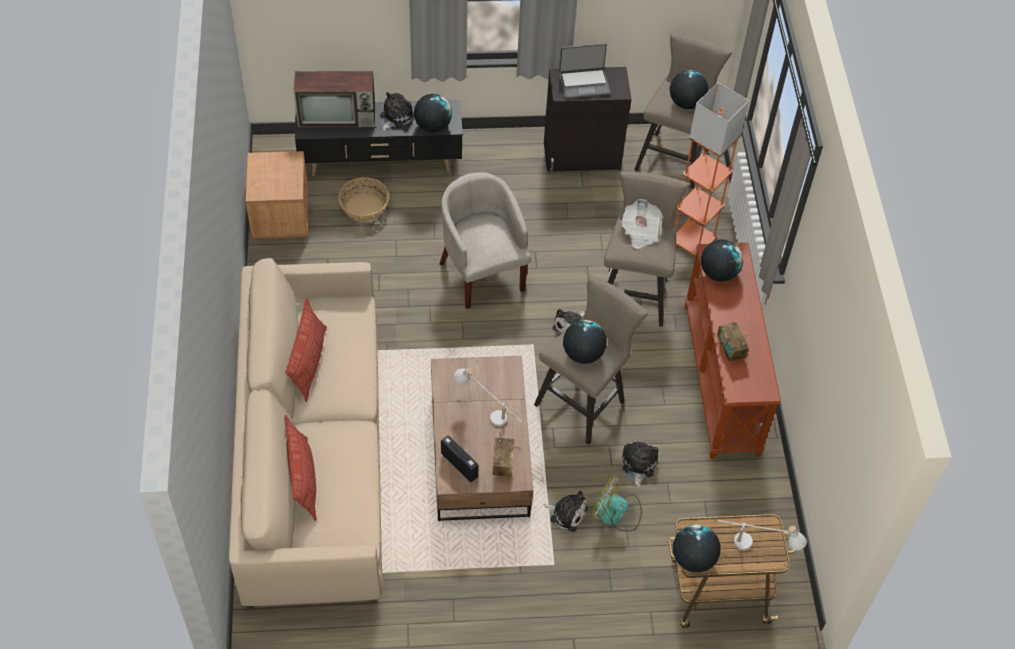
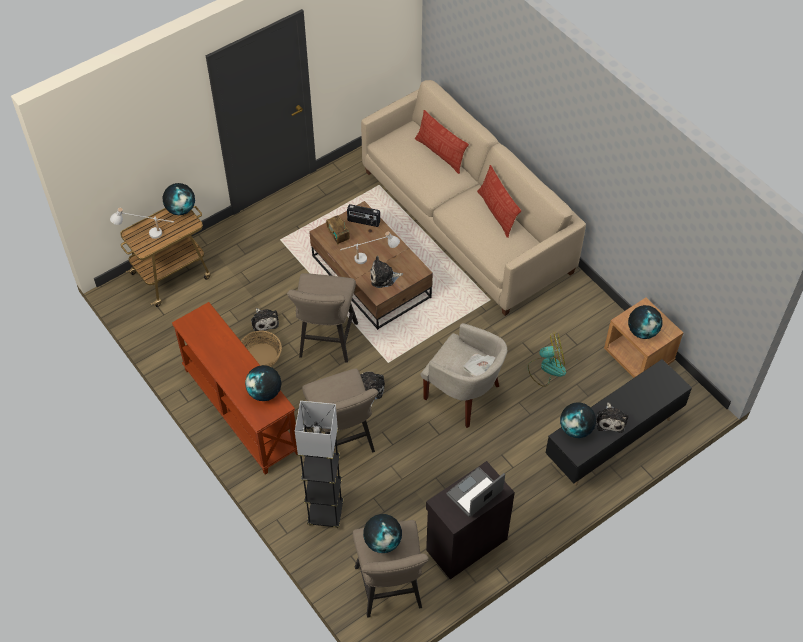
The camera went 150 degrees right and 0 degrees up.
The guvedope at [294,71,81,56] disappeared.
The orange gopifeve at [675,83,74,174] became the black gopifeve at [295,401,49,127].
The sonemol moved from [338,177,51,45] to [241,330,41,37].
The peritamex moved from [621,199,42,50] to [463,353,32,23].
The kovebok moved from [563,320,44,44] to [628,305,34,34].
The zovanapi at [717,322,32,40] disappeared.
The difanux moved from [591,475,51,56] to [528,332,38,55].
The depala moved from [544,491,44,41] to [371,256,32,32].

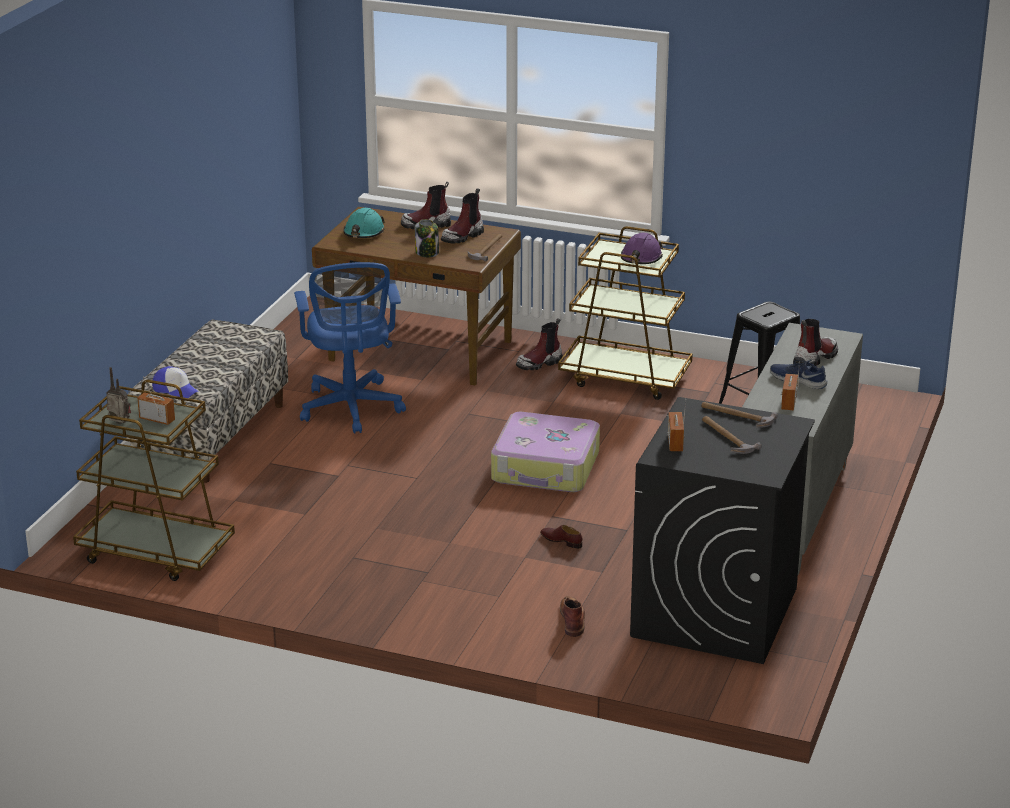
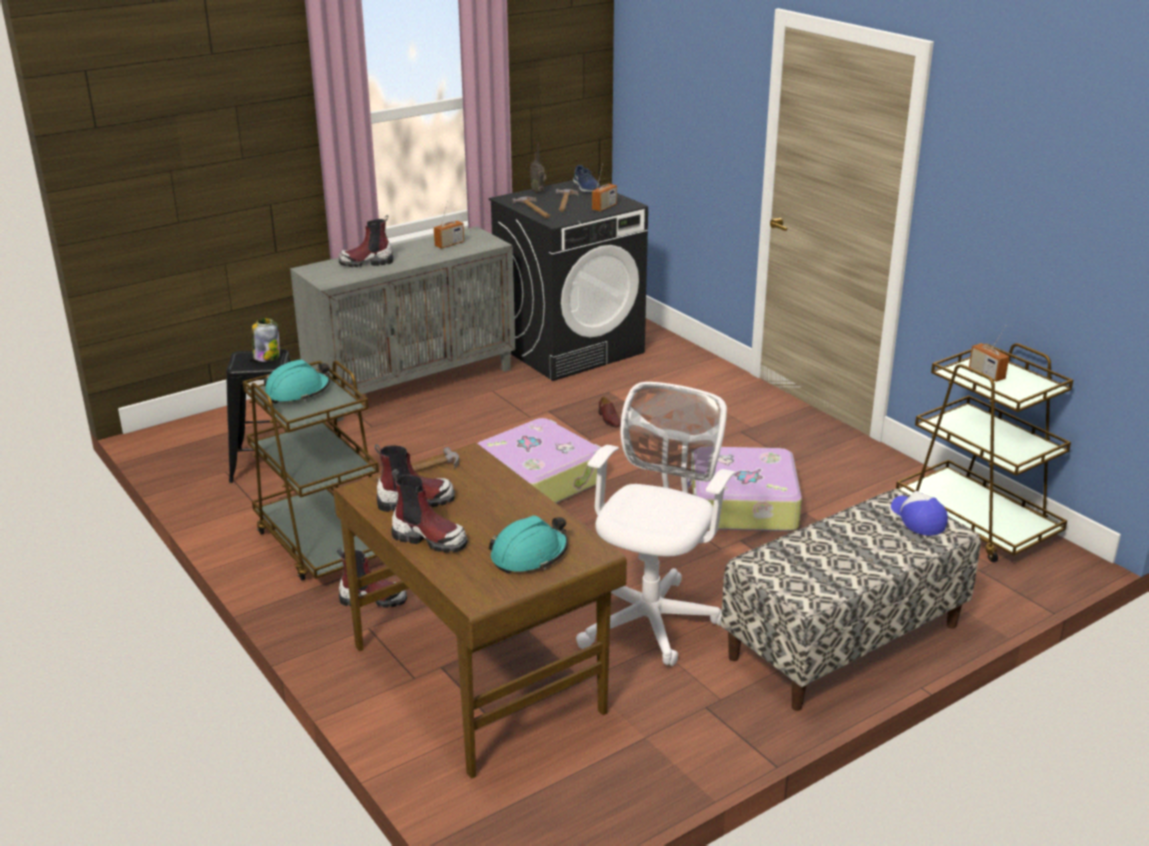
The camera went 145 degrees left and 0 degrees up.
The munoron moved from [415,219,24,39] to [252,318,28,44].
The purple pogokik at [621,232,42,32] became the turquoise pogokik at [264,359,66,44].
The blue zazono at [294,262,112,171] became the white zazono at [576,382,159,284].
The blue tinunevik moved from [770,359,57,30] to [573,165,28,28].
The zovanapi moved from [106,367,25,57] to [530,145,16,48].
The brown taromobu at [560,596,25,41] disappeared.
The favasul at [687,447,115,84] appeared.

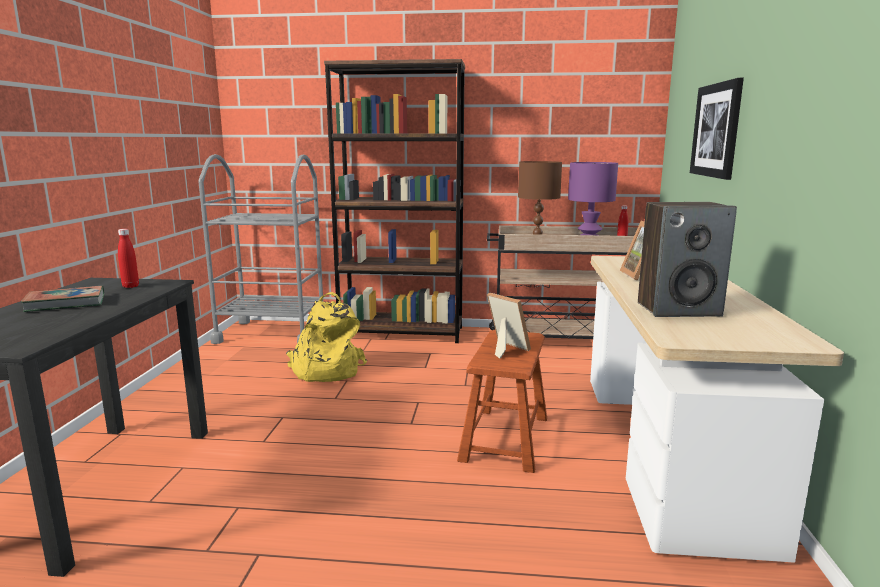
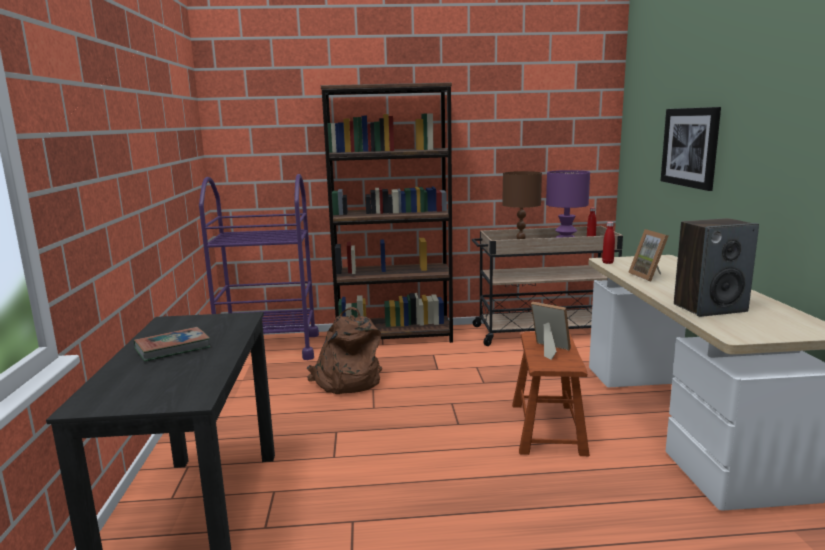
The camera went 10 degrees left and 0 degrees up.
The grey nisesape at [198,154,125,190] became the purple nisesape at [199,174,120,186].
The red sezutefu moved from [118,229,21,59] to [602,222,13,42].
The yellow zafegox at [286,292,81,90] became the brown zafegox at [307,307,75,87].

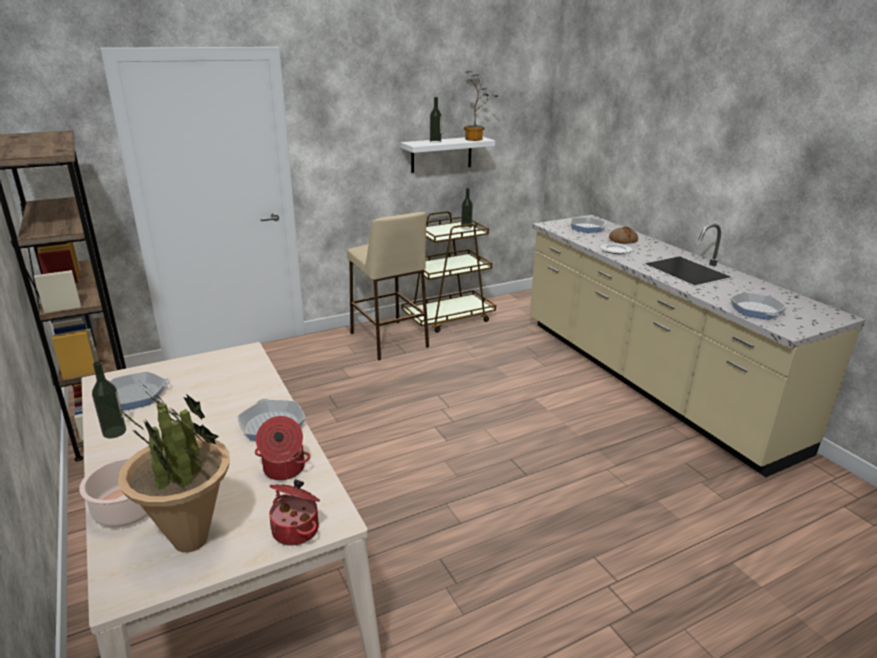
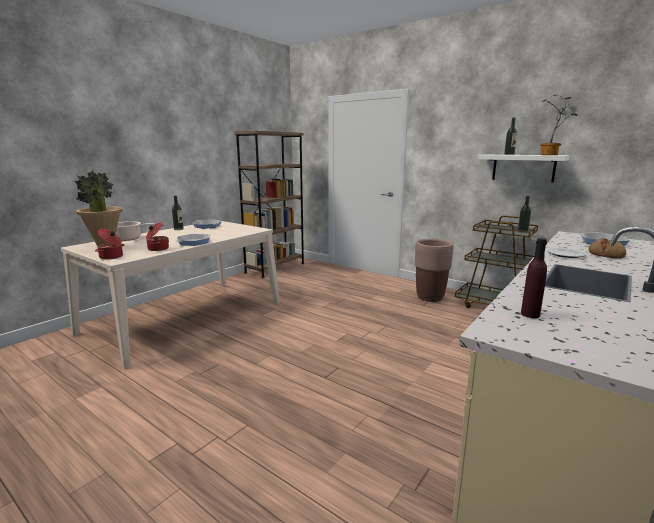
The camera went 65 degrees right and 10 degrees down.
The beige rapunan at [347,212,82,148] was replaced by the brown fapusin at [415,239,38,63].
The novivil at [730,292,58,28] was replaced by the purple sezutefu at [521,238,26,80].

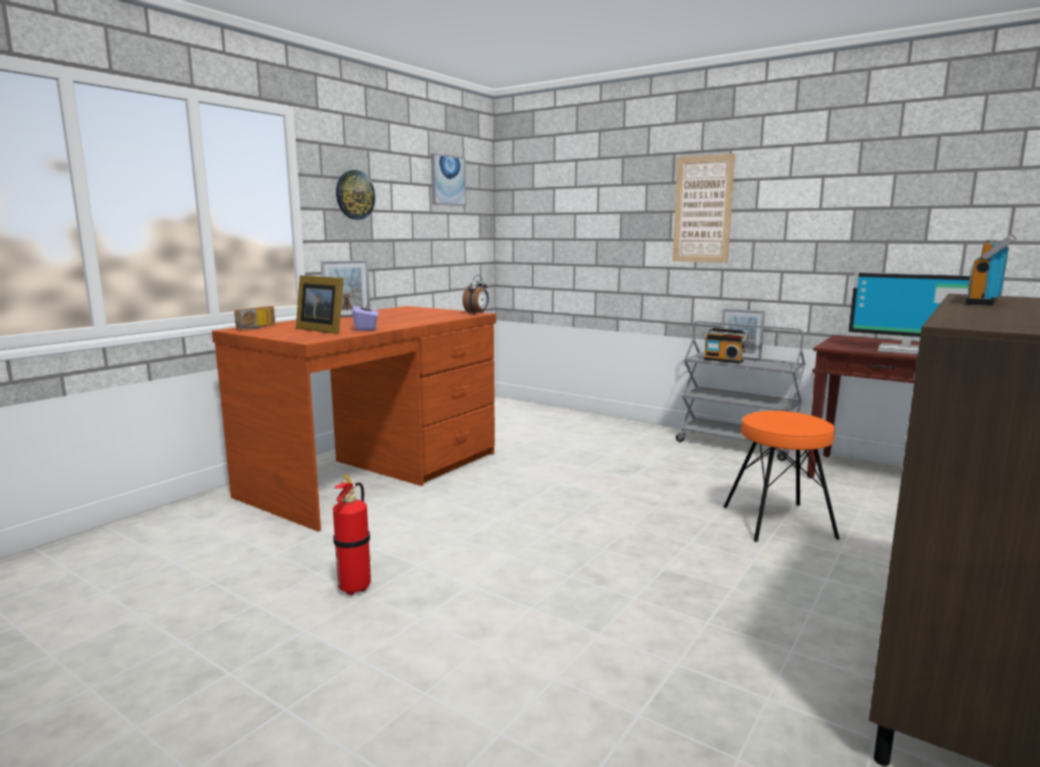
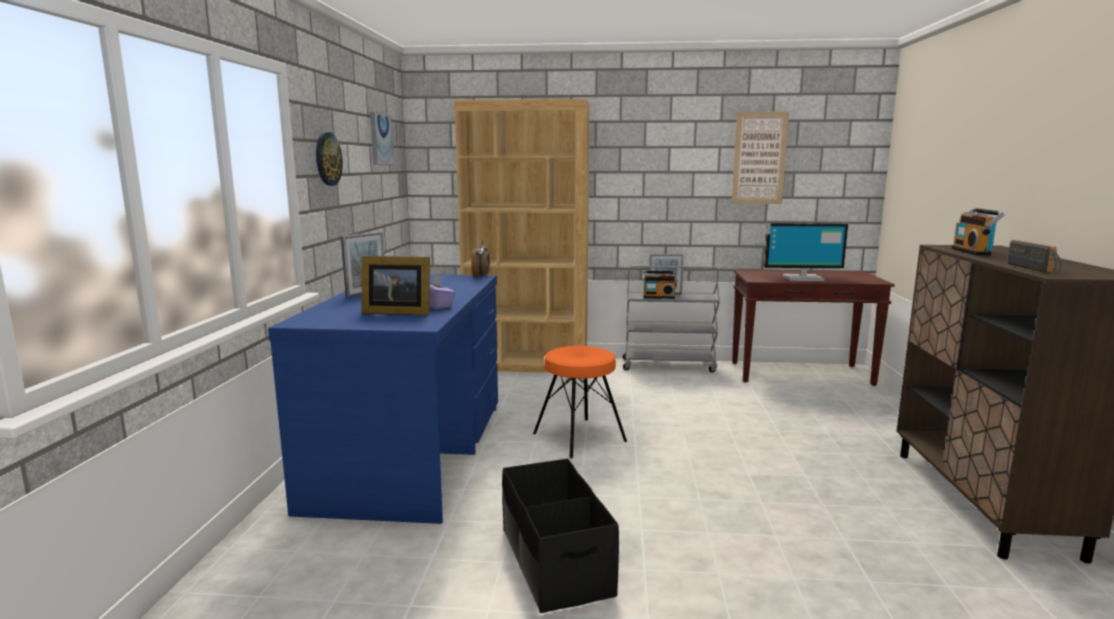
The camera went 30 degrees left and 0 degrees up.
The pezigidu moved from [672,154,63,109] to [731,111,58,93].
The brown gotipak at [212,306,284,226] became the blue gotipak at [268,274,230,250].
The zovanapi moved from [234,306,41,24] to [1007,240,55,32].
The orange rapunan moved from [724,411,116,131] to [533,346,94,112].
The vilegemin at [333,474,38,121] was replaced by the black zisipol at [502,458,117,155].
The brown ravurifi at [454,99,136,274] appeared.

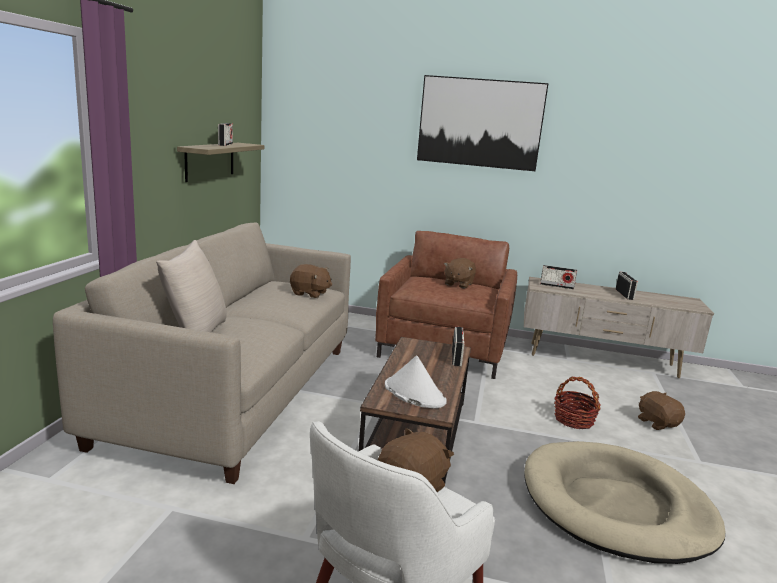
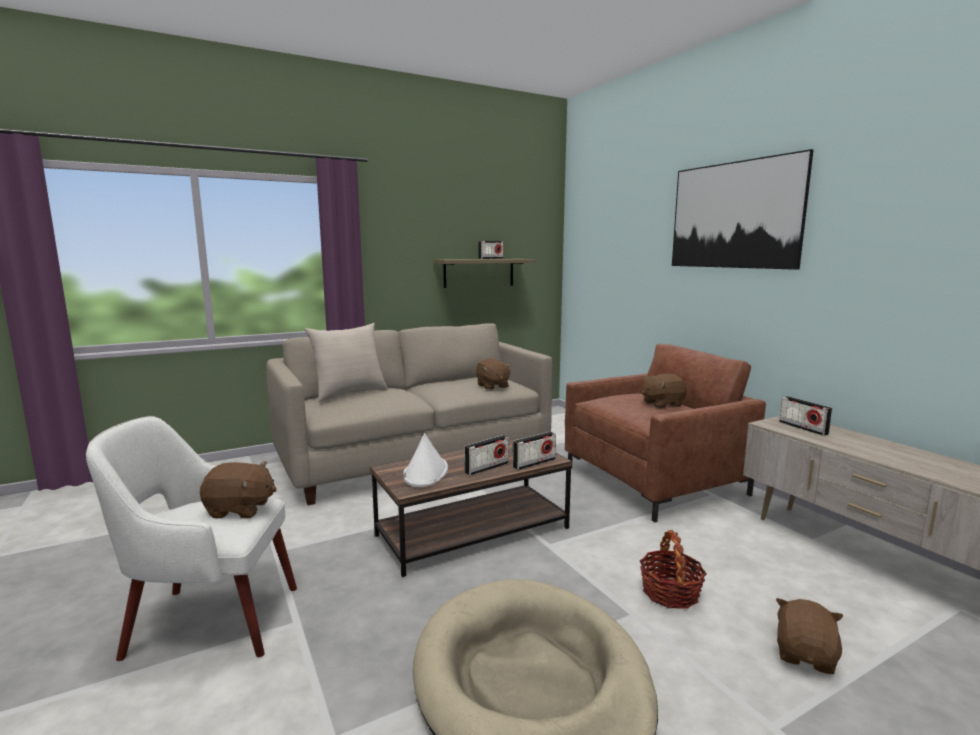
The camera went 50 degrees right and 5 degrees down.
The zovanapi moved from [616,272,22,28] to [464,435,45,41].

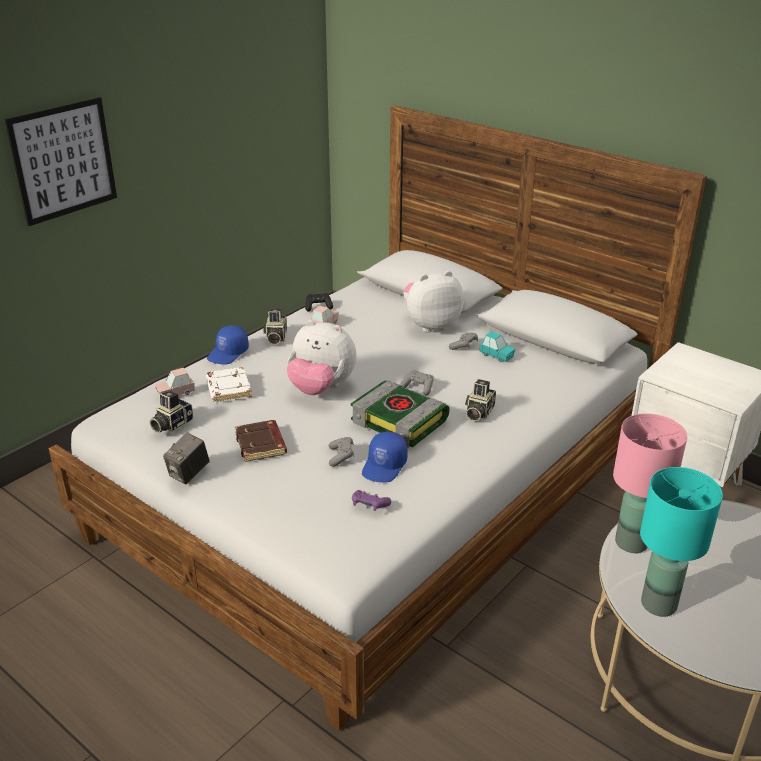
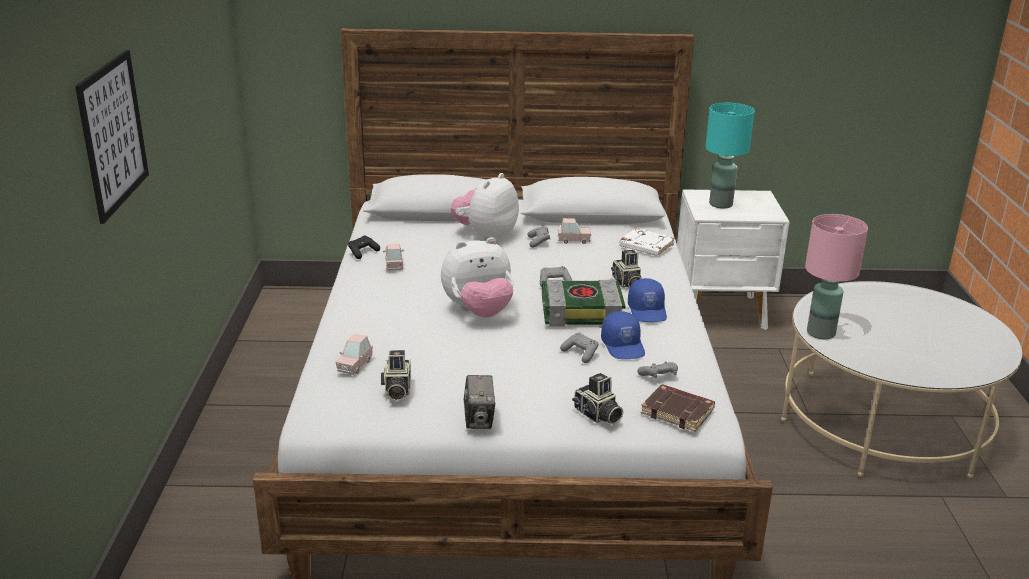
The camera went 40 degrees left and 5 degrees down.
The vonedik moved from [264,308,23,37] to [572,373,51,51].
The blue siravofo moved from [207,325,42,40] to [628,278,39,44].
The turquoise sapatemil at [480,331,35,31] became the pink sapatemil at [558,218,33,26].
The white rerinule moved from [206,367,46,36] to [619,228,56,28].
The brown rerinule moved from [235,420,52,42] to [641,384,74,48].
The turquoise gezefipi moved from [640,467,83,150] to [706,103,49,106].
The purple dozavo at [352,490,39,21] became the grey dozavo at [638,361,40,18].

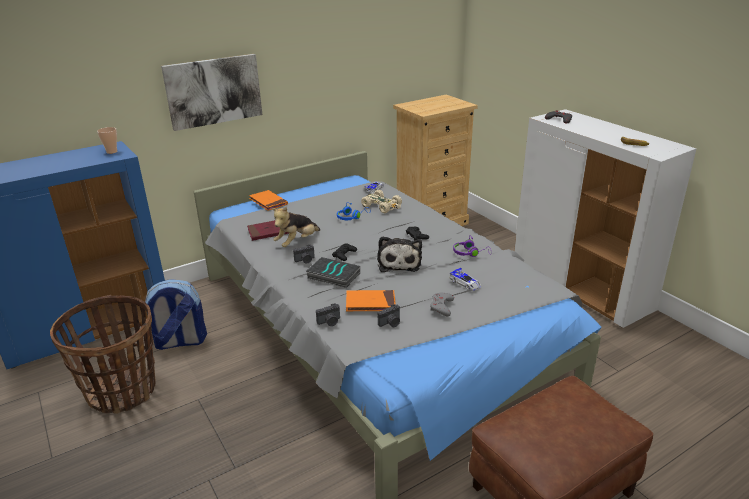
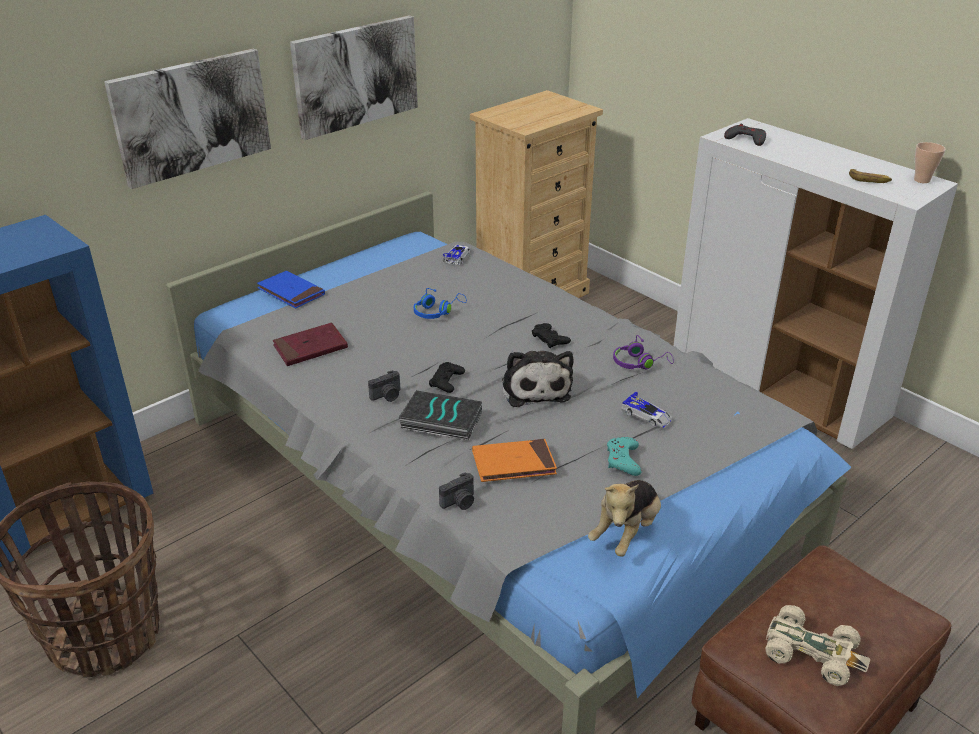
The camera went 10 degrees left and 5 degrees up.
The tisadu moved from [97,127,20,27] to [914,142,32,41].
The orange rerinule at [249,190,39,21] became the blue rerinule at [257,271,68,37].
The beige sapatemil moved from [361,190,41,23] to [765,605,105,81].
The depala moved from [271,207,50,40] to [588,480,73,77].
The zafegox at [145,279,62,71] disappeared.
The grey dozavo at [430,293,24,24] became the turquoise dozavo at [607,437,35,39].
The vonedik at [378,304,22,23] disappeared.
The pezigidu at [290,15,128,125] appeared.

